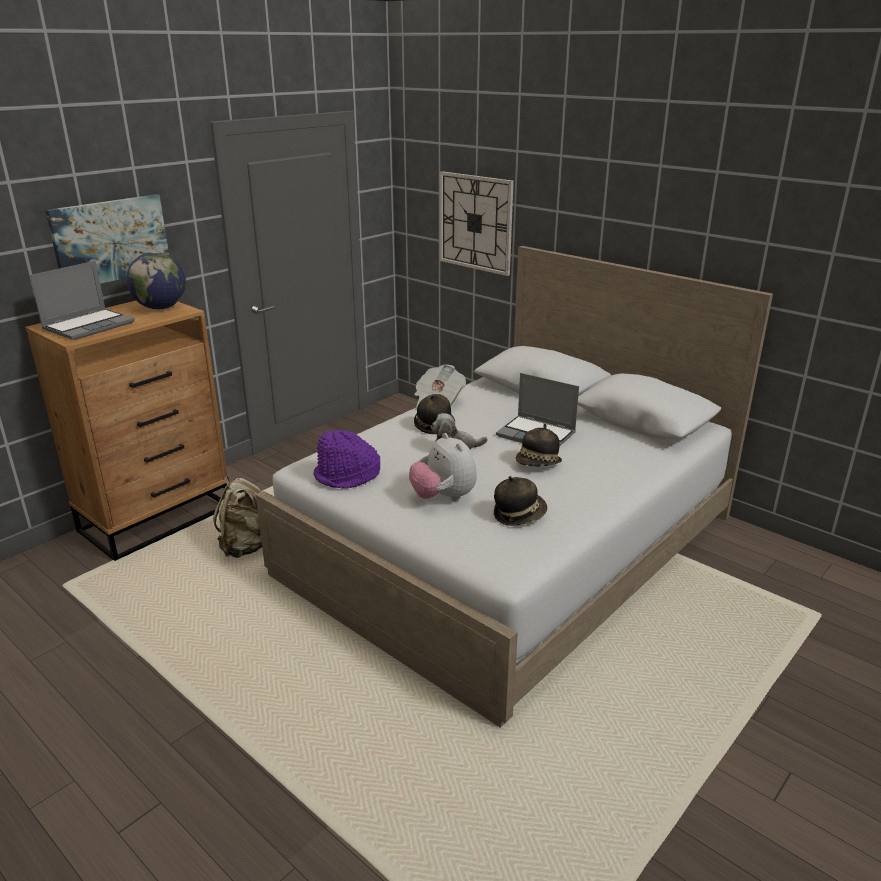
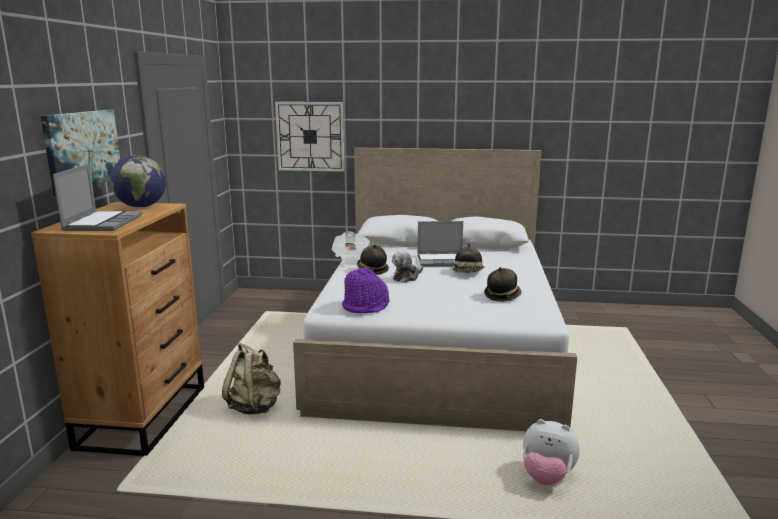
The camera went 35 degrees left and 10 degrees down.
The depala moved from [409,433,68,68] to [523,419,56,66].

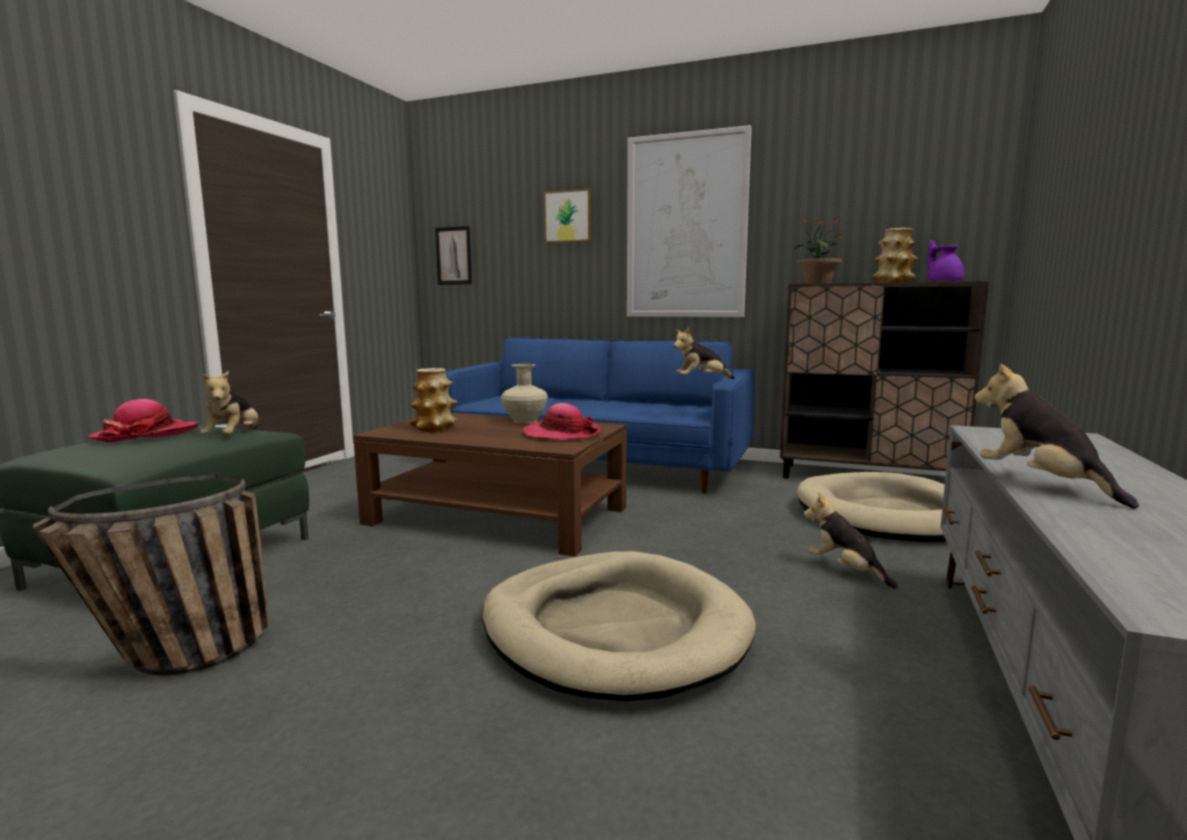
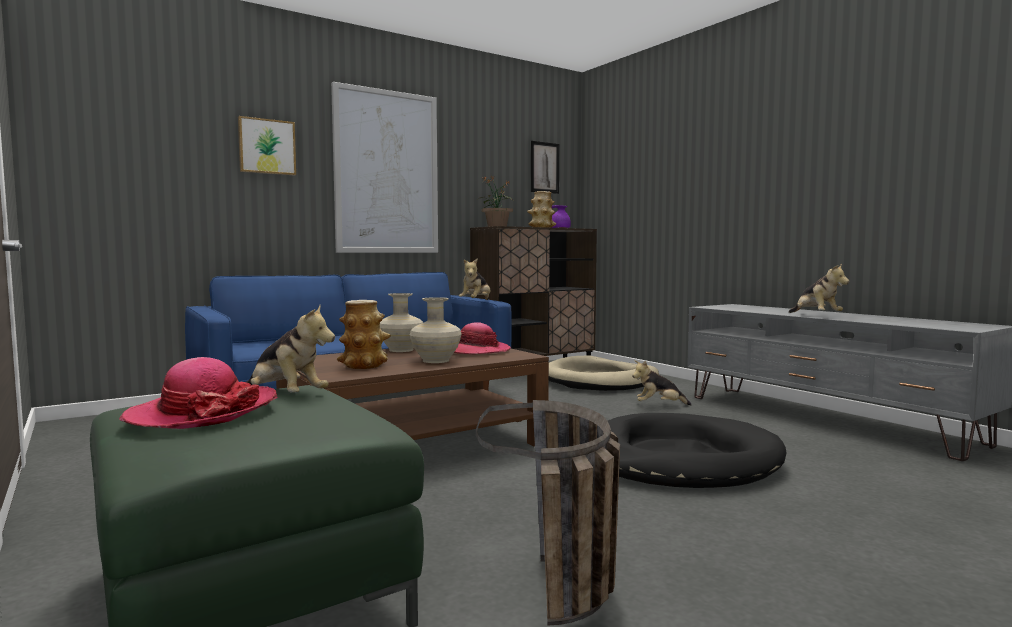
The camera went 55 degrees left and 5 degrees down.
The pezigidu moved from [435,226,37,59] to [531,141,28,53].
The depala at [975,364,164,145] turned 120 degrees counterclockwise.
The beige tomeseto at [482,551,274,150] became the black tomeseto at [608,413,179,75].
The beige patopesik at [410,297,52,66] appeared.

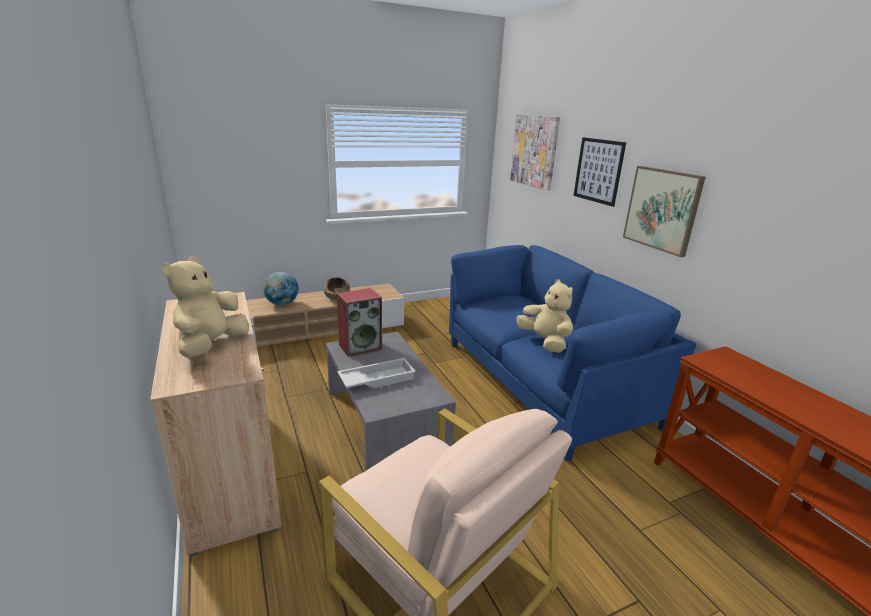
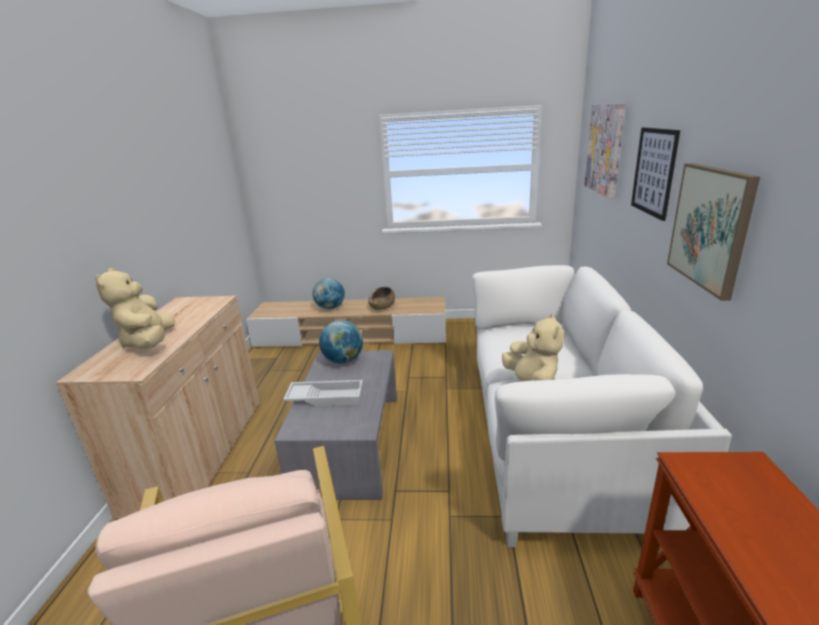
The camera went 30 degrees right and 0 degrees up.
The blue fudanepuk at [449,245,247,217] became the white fudanepuk at [472,265,260,282].
The beige depala at [162,256,87,102] turned 60 degrees counterclockwise.
The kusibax at [337,288,45,69] was replaced by the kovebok at [319,320,44,44].

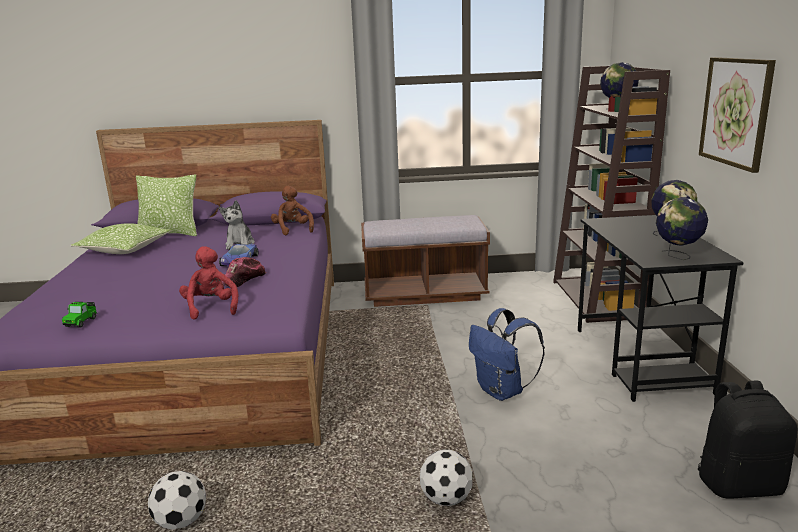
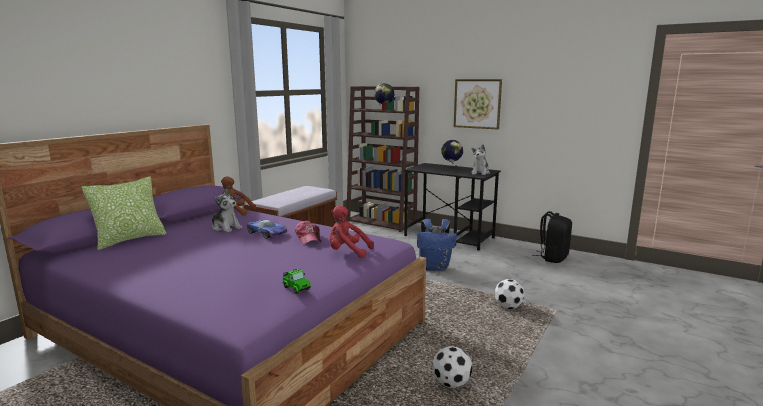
The camera went 55 degrees left and 5 degrees down.
The kovebok at [656,197,52,63] was replaced by the depala at [471,144,19,31].
The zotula at [71,223,100,31] disappeared.

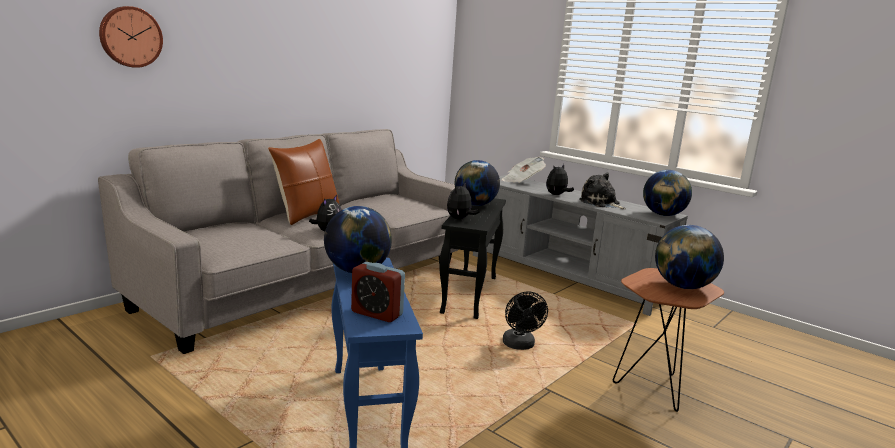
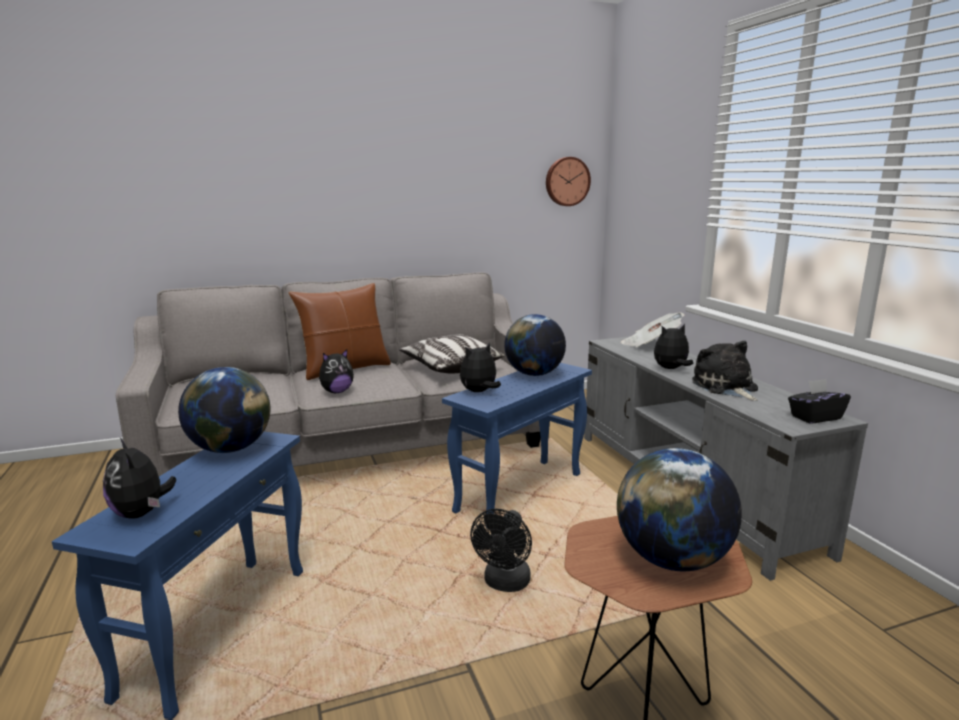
The camera went 30 degrees right and 0 degrees up.
The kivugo moved from [99,6,64,62] to [546,157,45,49].
The kovebok at [643,170,49,46] was replaced by the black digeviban at [788,379,63,45].
The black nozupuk at [439,198,67,121] became the blue nozupuk at [442,363,150,166].
The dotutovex at [351,262,54,60] was replaced by the depala at [103,438,73,81].
The zotula at [399,334,106,40] appeared.

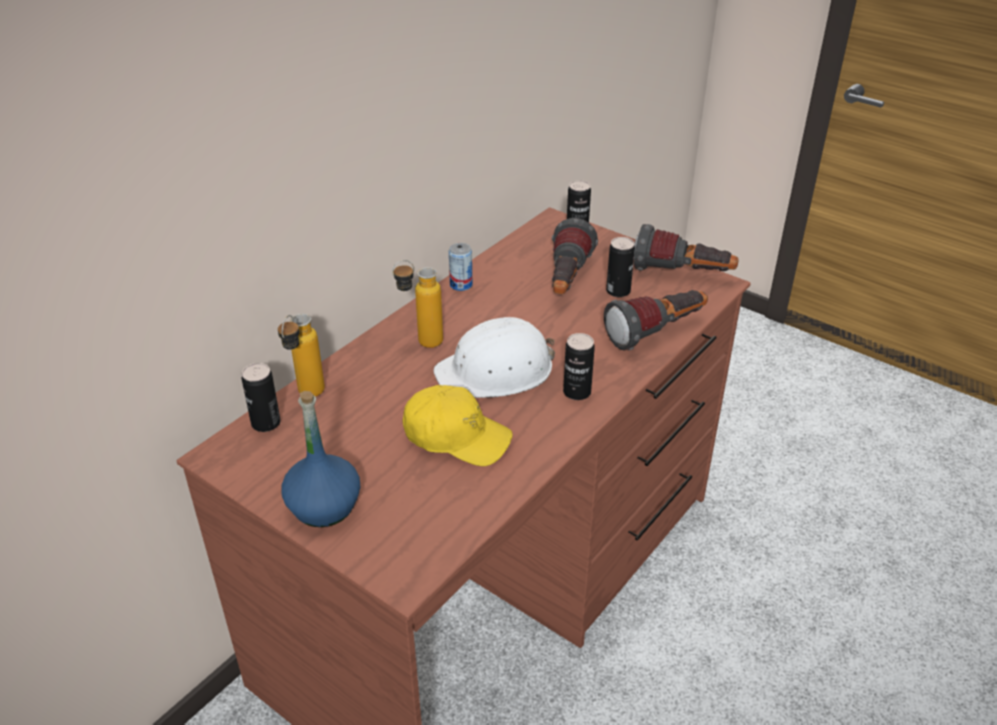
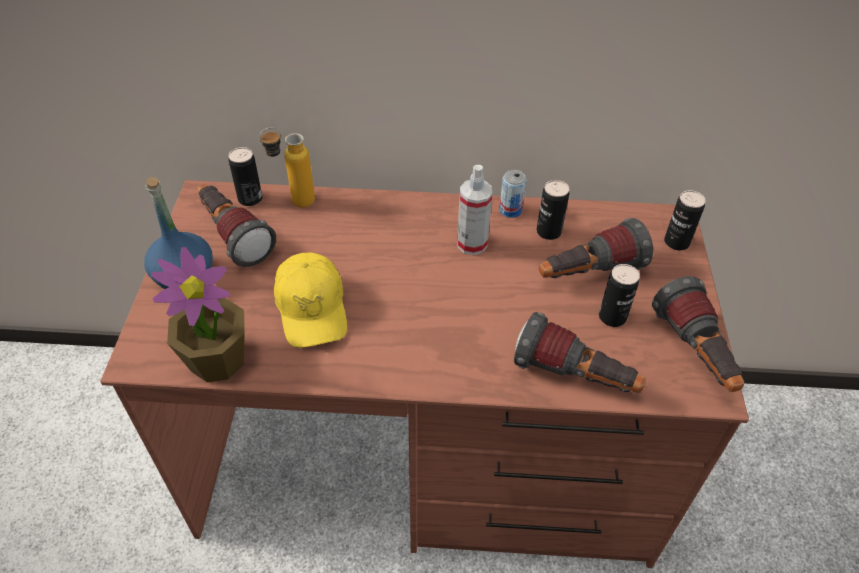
The camera went 55 degrees right and 10 degrees up.
The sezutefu at [392,260,51,88] disappeared.
The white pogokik at [433,317,122,81] disappeared.
The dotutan moved from [563,333,32,67] to [537,180,32,60].
The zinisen at [457,165,36,90] appeared.
The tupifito at [198,184,78,83] appeared.
The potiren at [151,247,94,135] appeared.

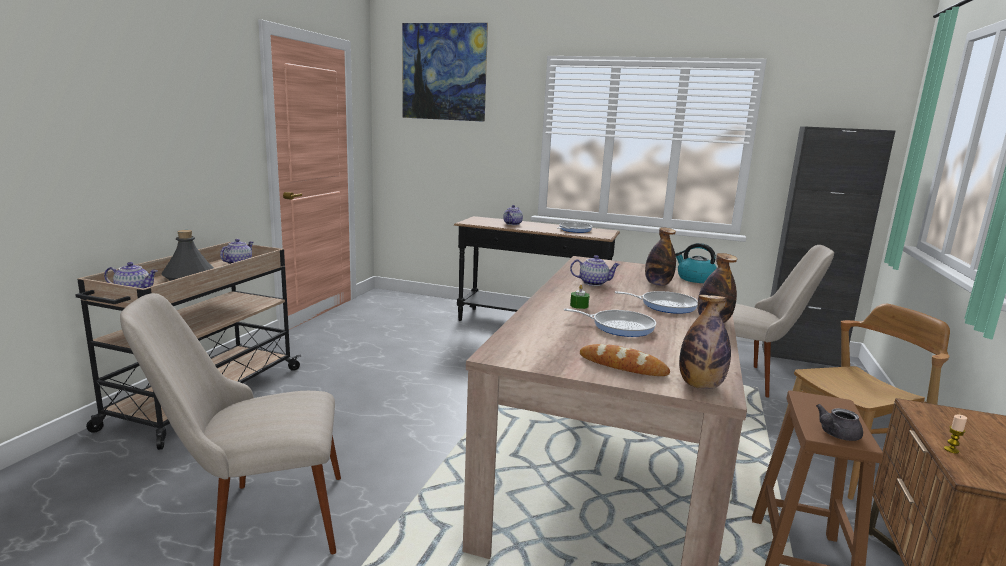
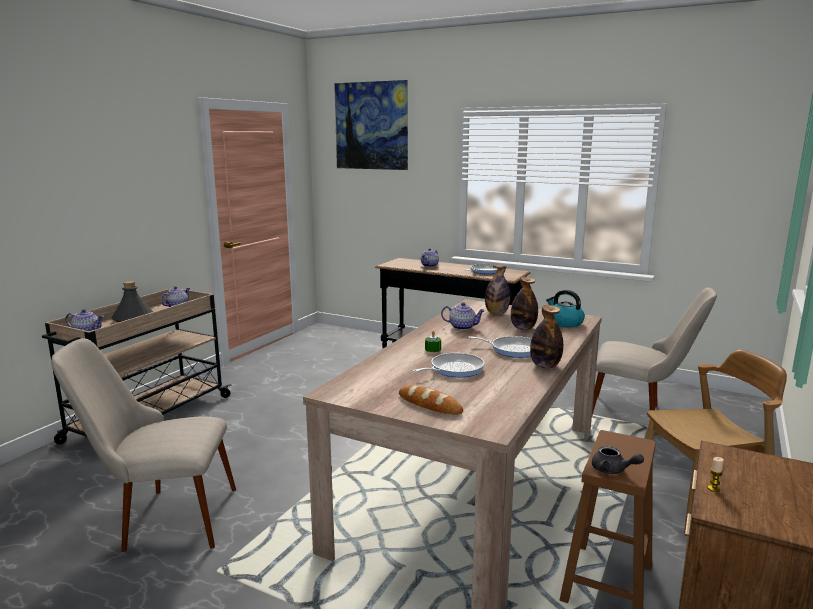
The camera went 10 degrees right and 0 degrees up.
The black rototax at [762,126,134,241] disappeared.
The sezutefu moved from [679,295,52,94] to [485,266,25,48].
The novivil at [564,308,92,29] turned 60 degrees counterclockwise.
The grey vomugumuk at [816,404,47,37] turned 120 degrees counterclockwise.

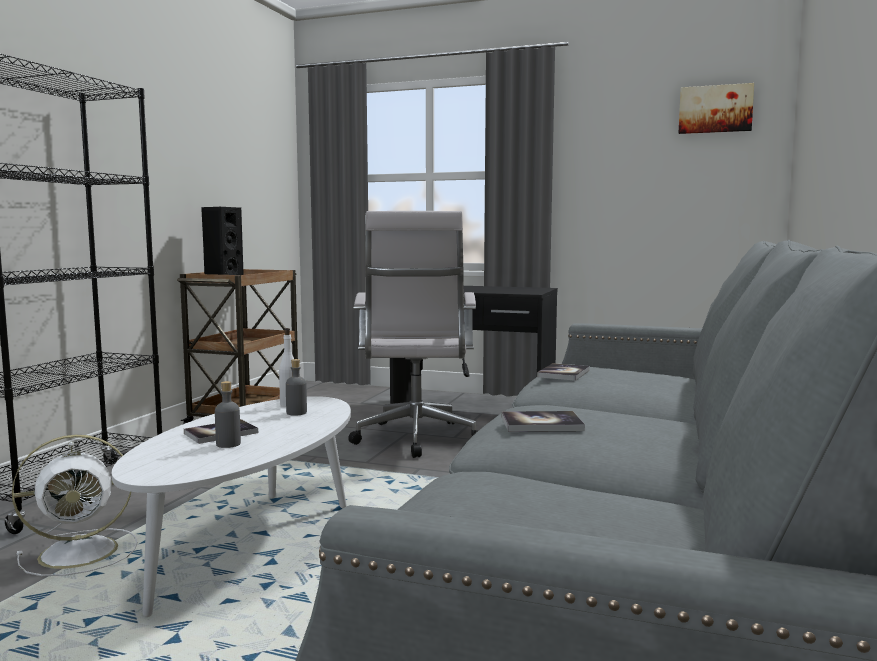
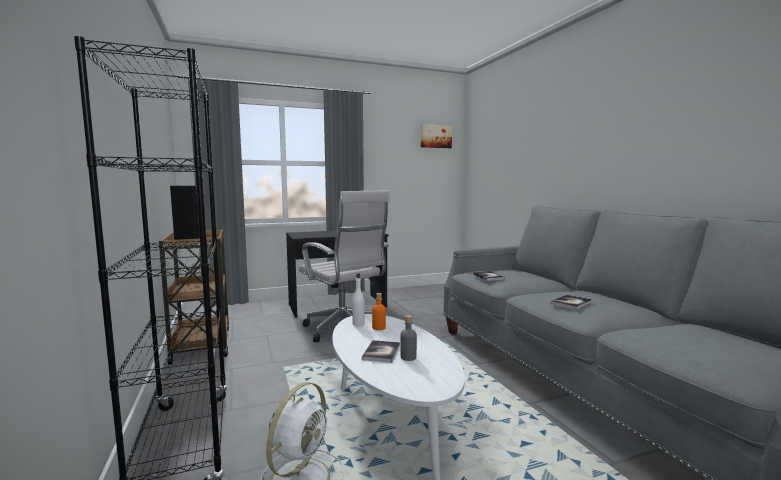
The camera went 40 degrees left and 0 degrees up.
The grey sezutefu at [286,359,21,57] became the orange sezutefu at [372,293,14,37].

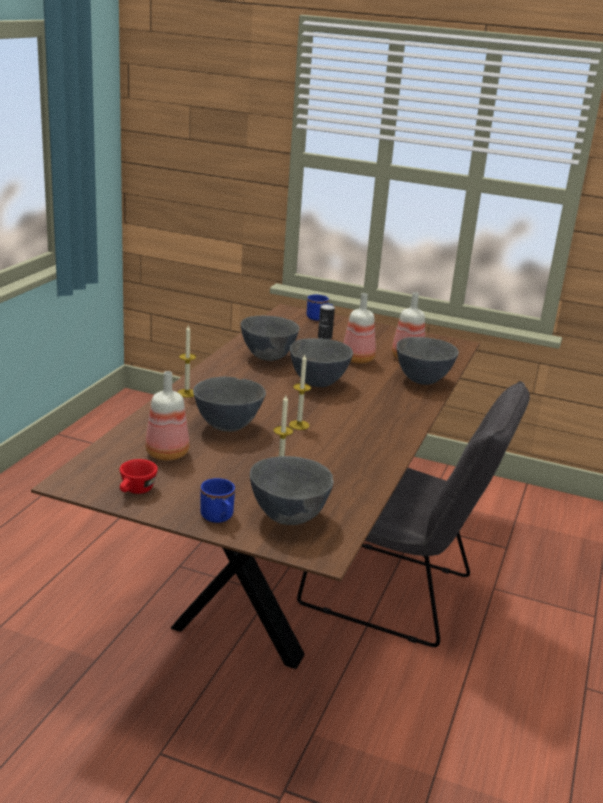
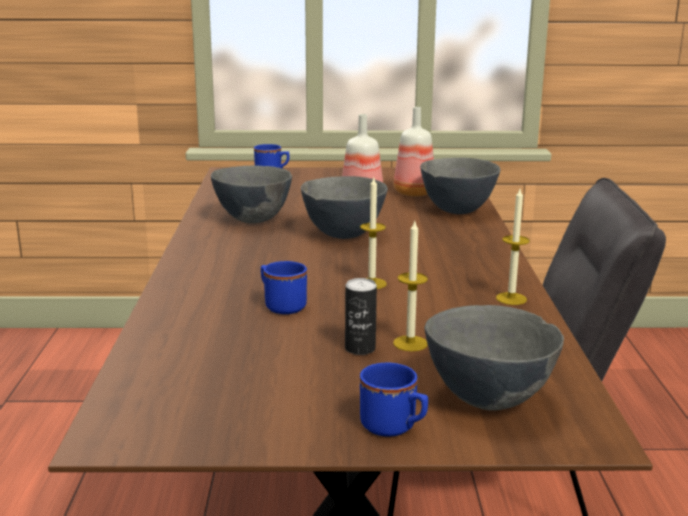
The camera went 20 degrees left and 5 degrees down.
The dotutan moved from [318,304,17,36] to [345,278,32,77].
The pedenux moved from [178,325,18,73] to [496,189,34,116].
The sezutefu at [145,371,44,90] disappeared.
The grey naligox at [193,377,73,55] was replaced by the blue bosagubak at [261,261,46,53].
The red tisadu at [120,459,38,35] disappeared.

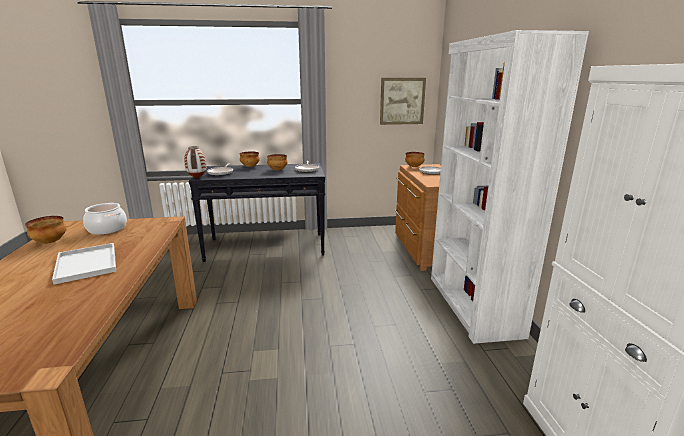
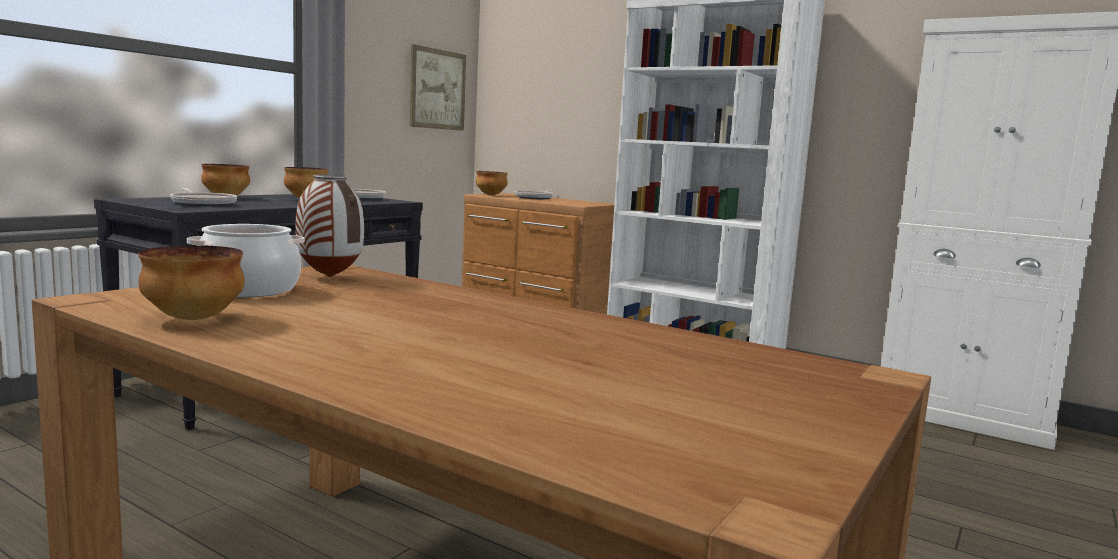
The camera went 50 degrees left and 10 degrees down.
The patopesik moved from [184,146,23,32] to [296,175,68,102].
The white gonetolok at [52,243,64,42] disappeared.

